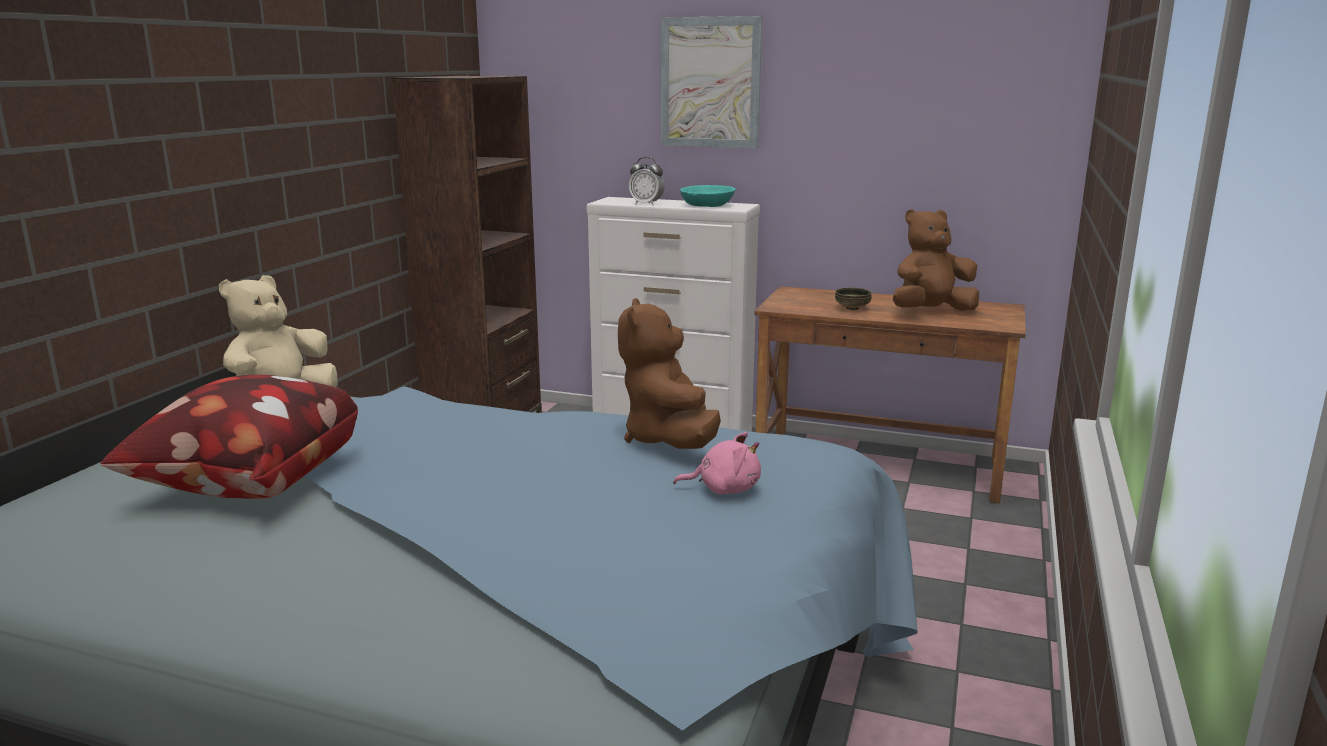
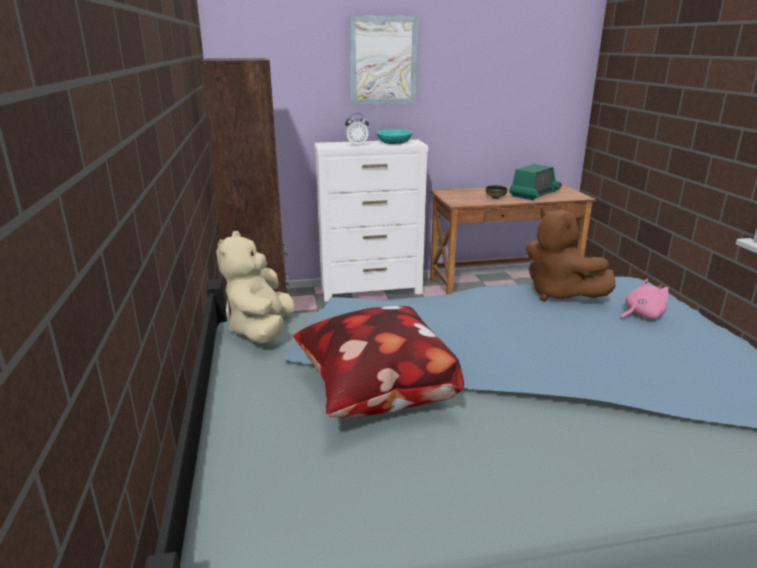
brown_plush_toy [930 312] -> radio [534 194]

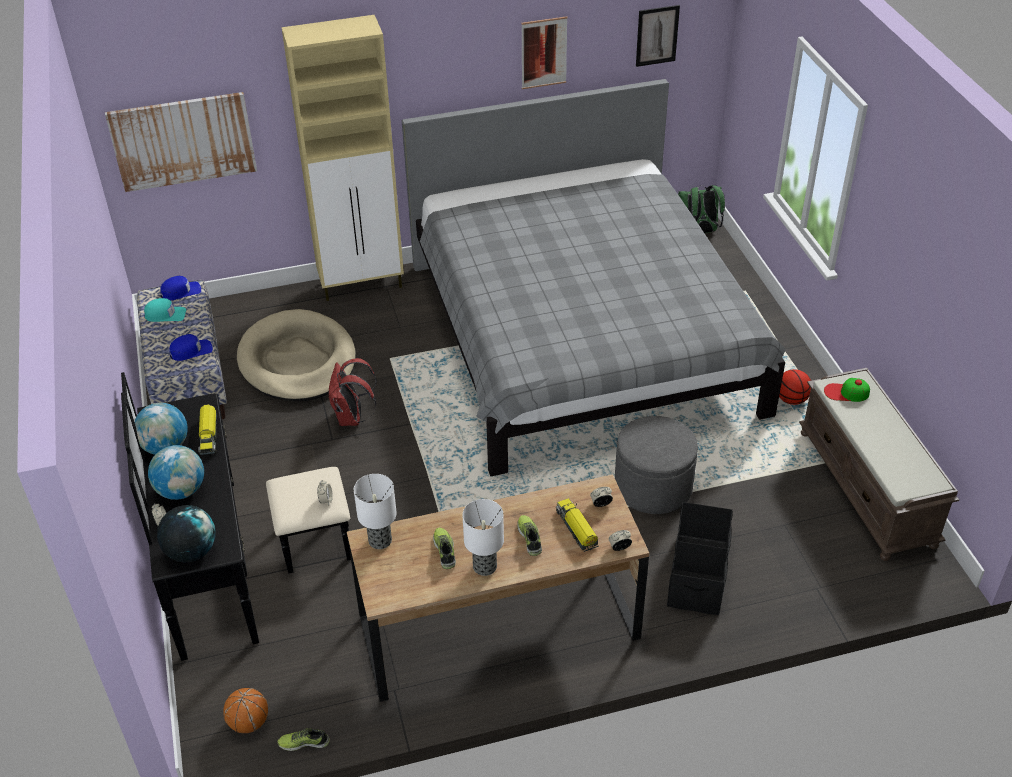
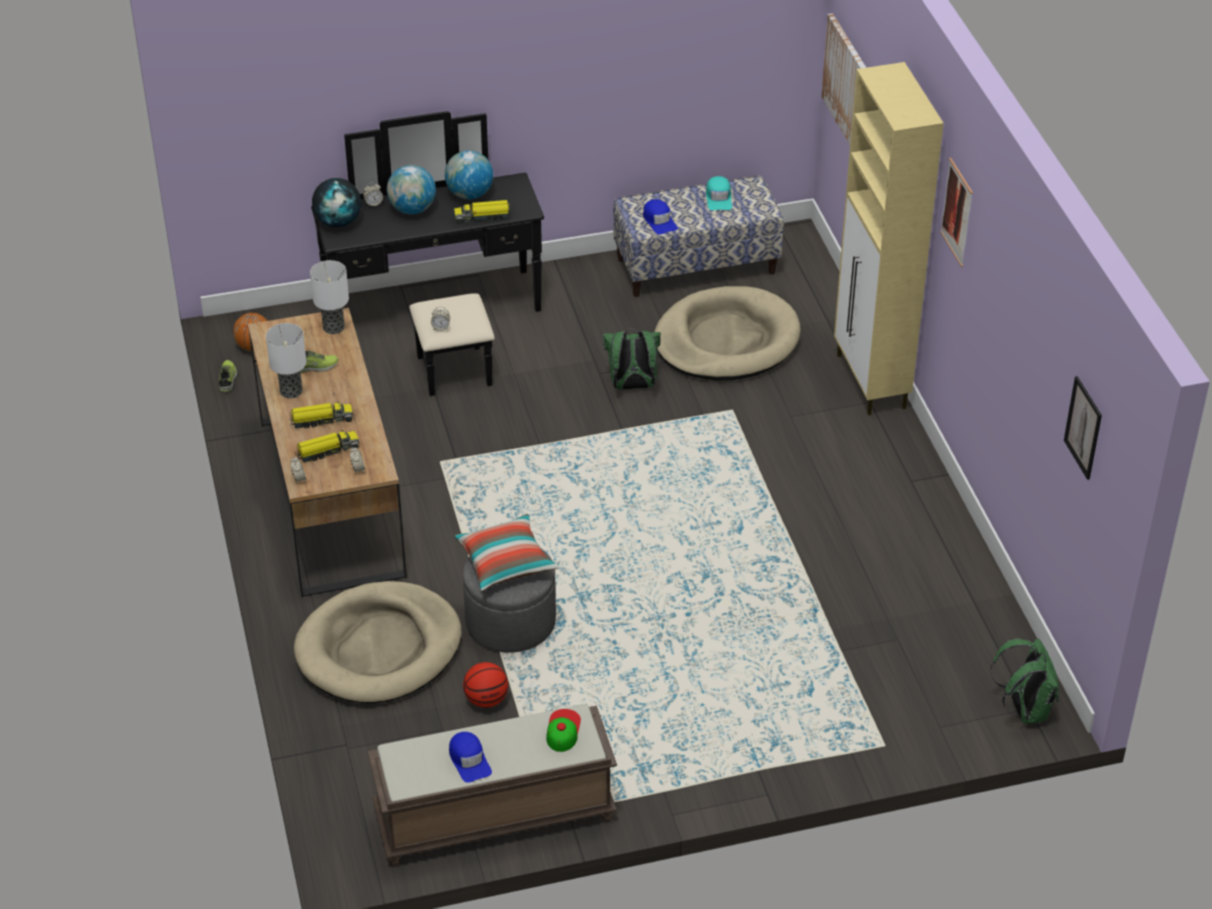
picture [544 53] -> picture [957 212], move
grey_bed [581 338] -> none
blue_cap [181 291] -> blue_cap [469 760], move
red_backpack [352 418] -> green_backpack [632 386]
basketball [791 399] -> basketball [486 699], move
black_storage_box [698 574] -> beige_dog_bed [379 648]
shoe [530 538] -> toy_truck [321 420]
none -> pillow [505 563]

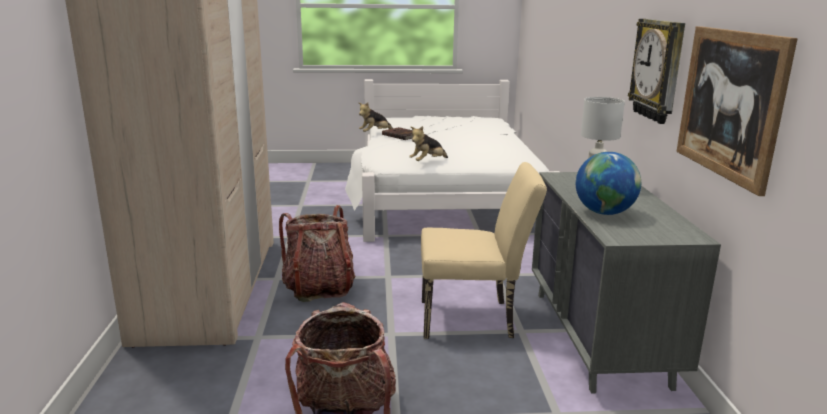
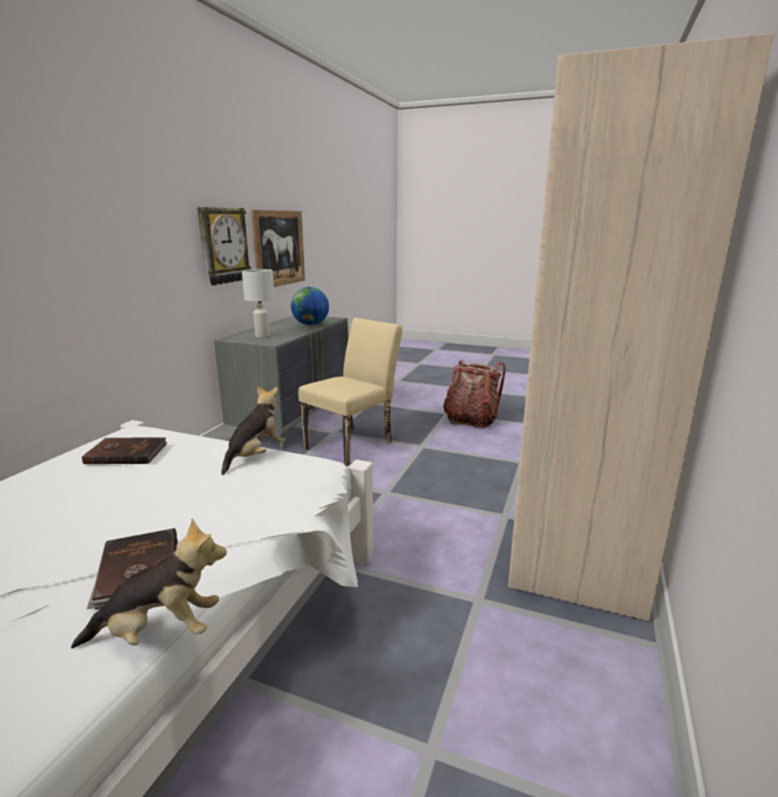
plush_toy [428 162] -> plush_toy [255 456], 45 degrees counterclockwise
beige_chair [474 319] -> beige_chair [354 443], 105 degrees clockwise
backpack [319 288] -> none
none -> brown_book [126 453]

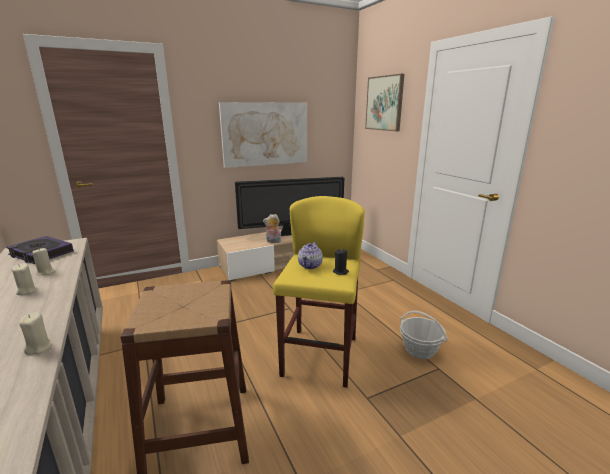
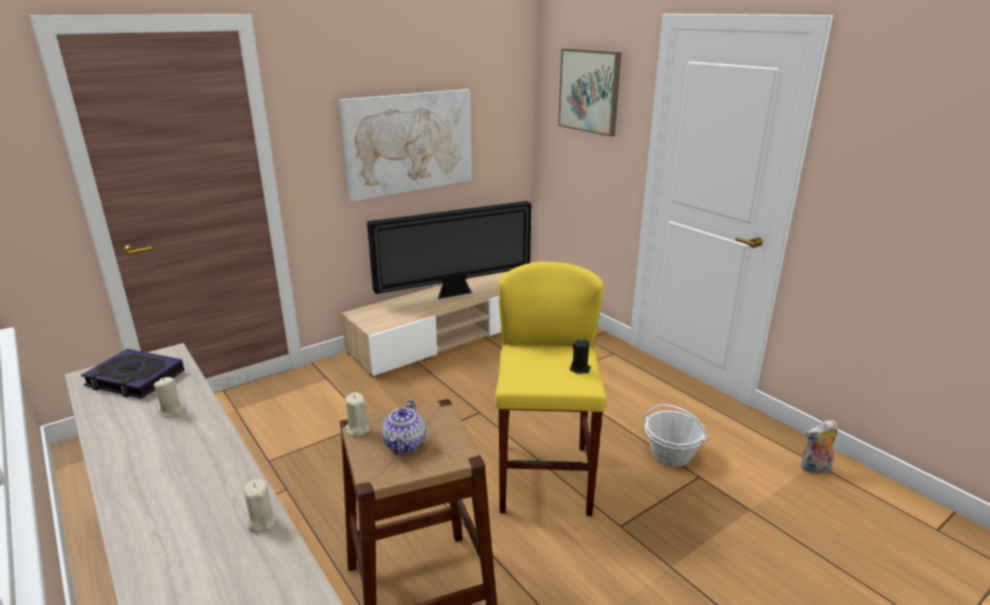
plush_toy [273 242] -> plush_toy [815 469], move
teapot [310 266] -> teapot [405 444], move
beige_candle [26 291] -> beige_candle [357 429], move

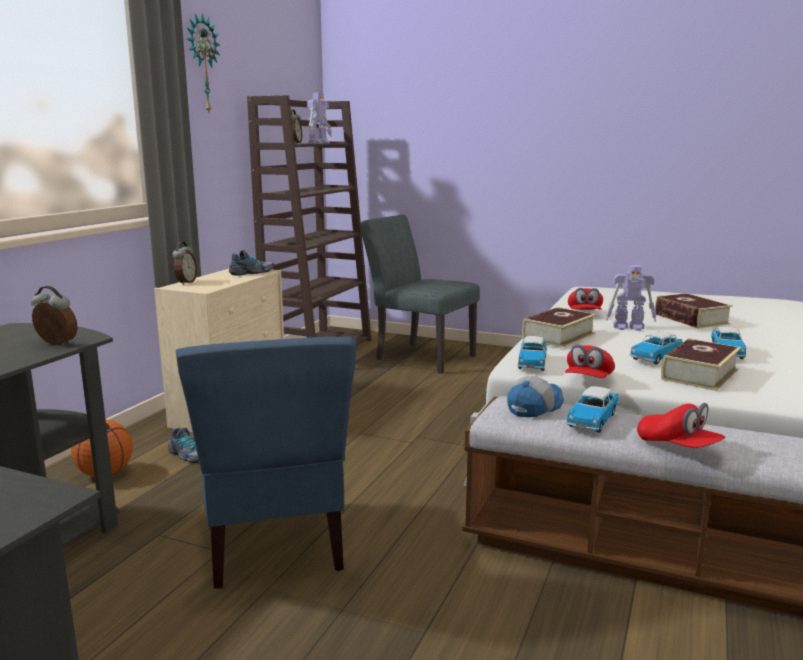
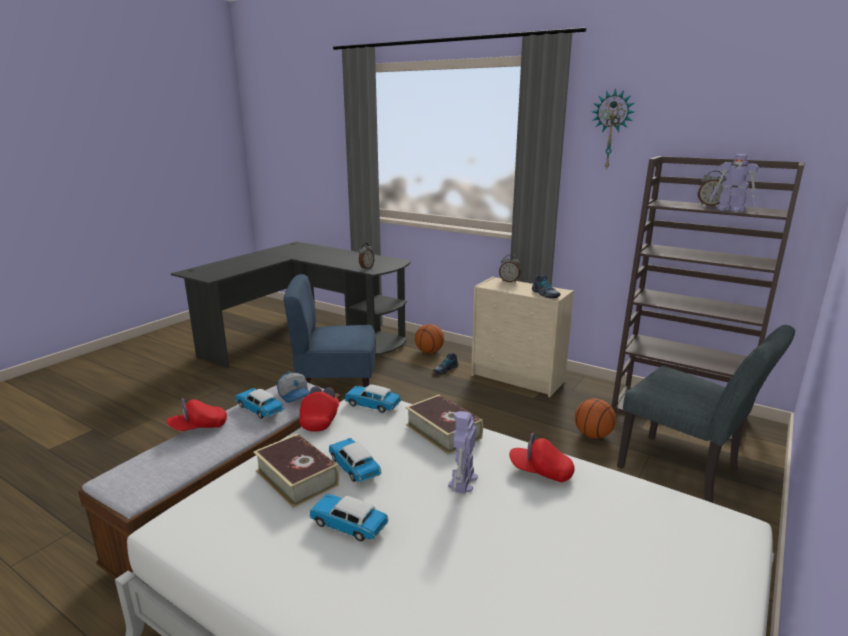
grey_chair [419 356] -> grey_chair [686 472], 90 degrees clockwise
book [691 319] -> none
red_cap [588 380] -> red_cap [320 419], 60 degrees clockwise
none -> basketball [592 435]

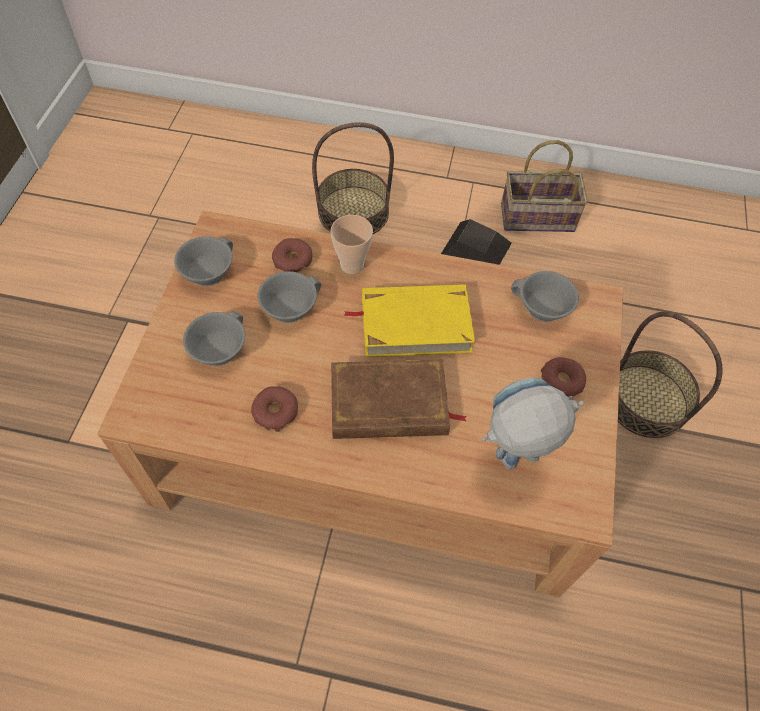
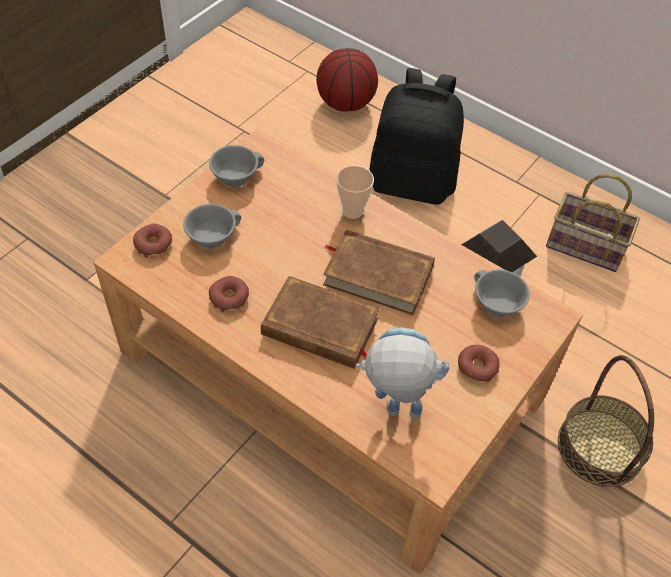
basket [353 211] -> black_backpack [412 182]
donut [293 260] -> donut [153 244], move
grey_cup [289 306] -> none
yellow_book [415 324] -> brown_book [378 275]
none -> basketball [346 103]

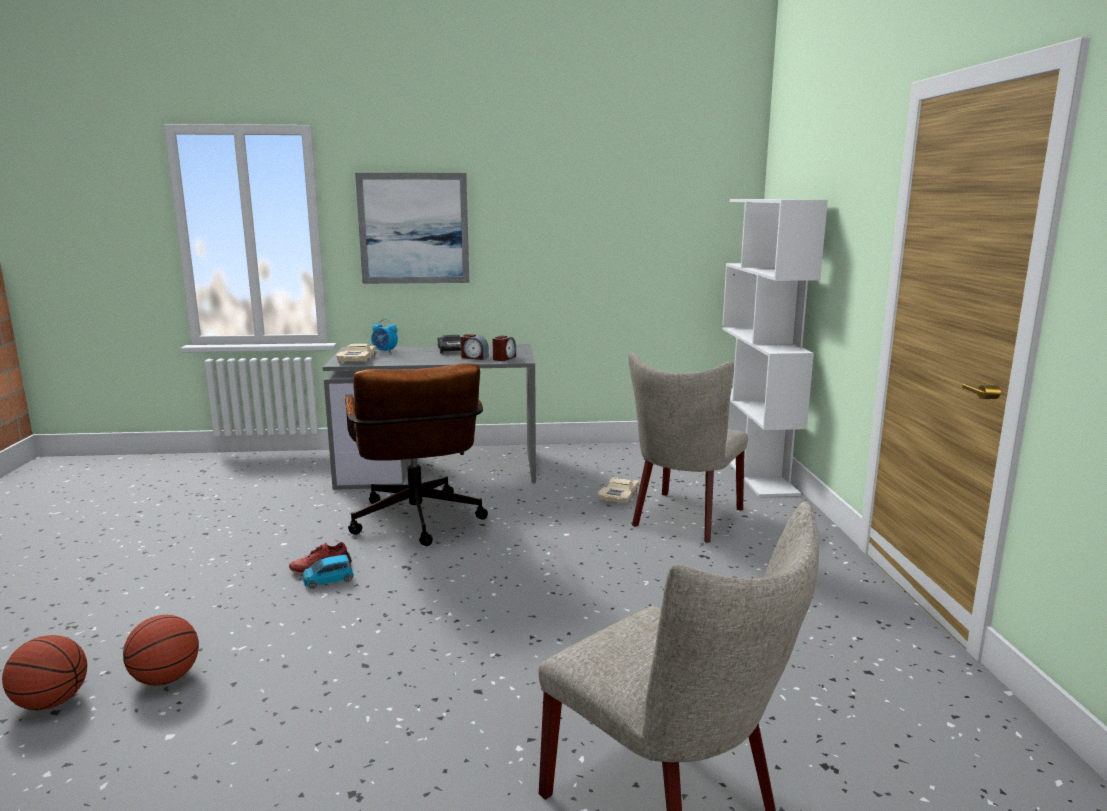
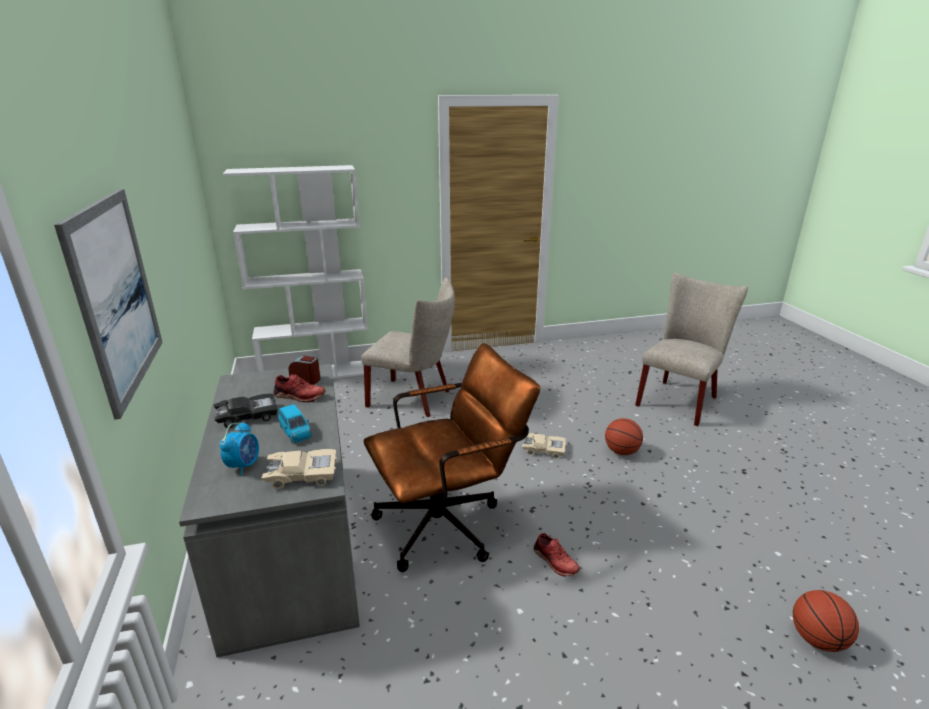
alarm_clock [474 357] -> red_shoe [299 396]
beige_toy_car [619 496] -> beige_toy_car [543 449], move
blue_toy_car [328 580] -> blue_toy_car [295 432], move
basketball [166 679] -> basketball [621 452], move

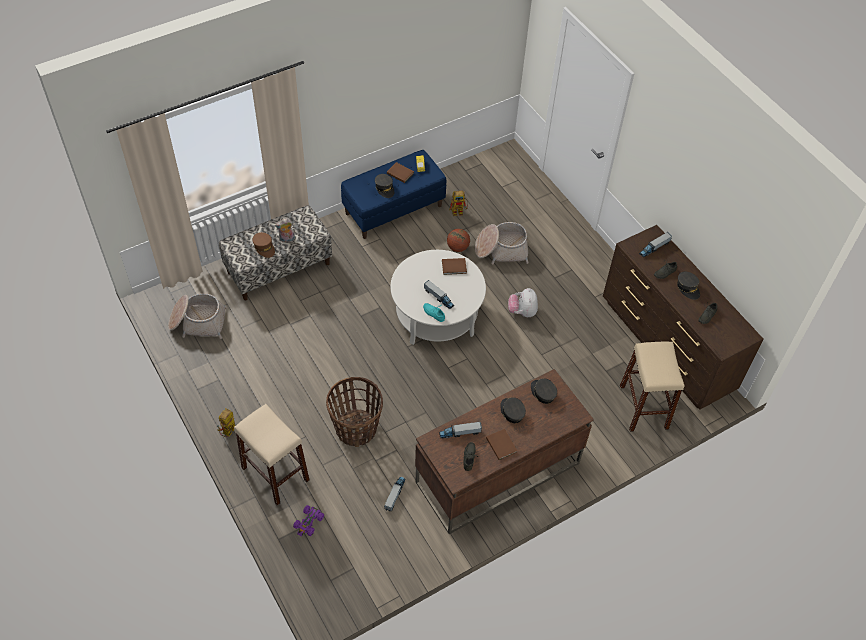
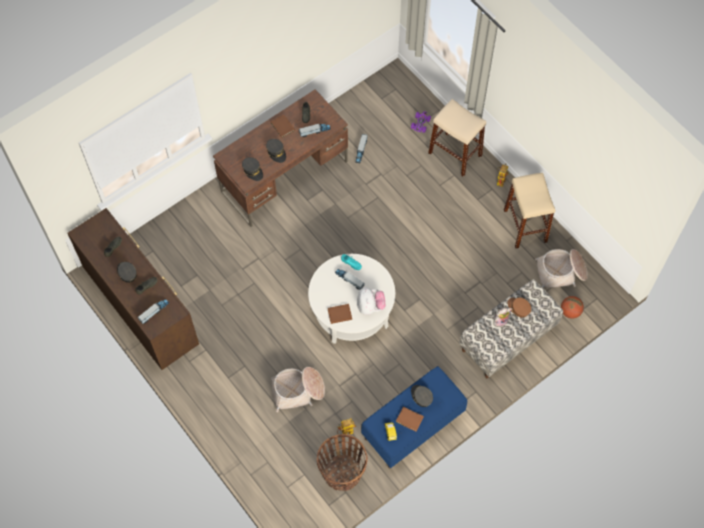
basketball [458 247] -> basketball [570 311], move
plush_toy [522 312] -> plush_toy [370 306], move
beige_stool [643 407] -> beige_stool [525 226], move
basket [356 429] -> basket [342 473], move

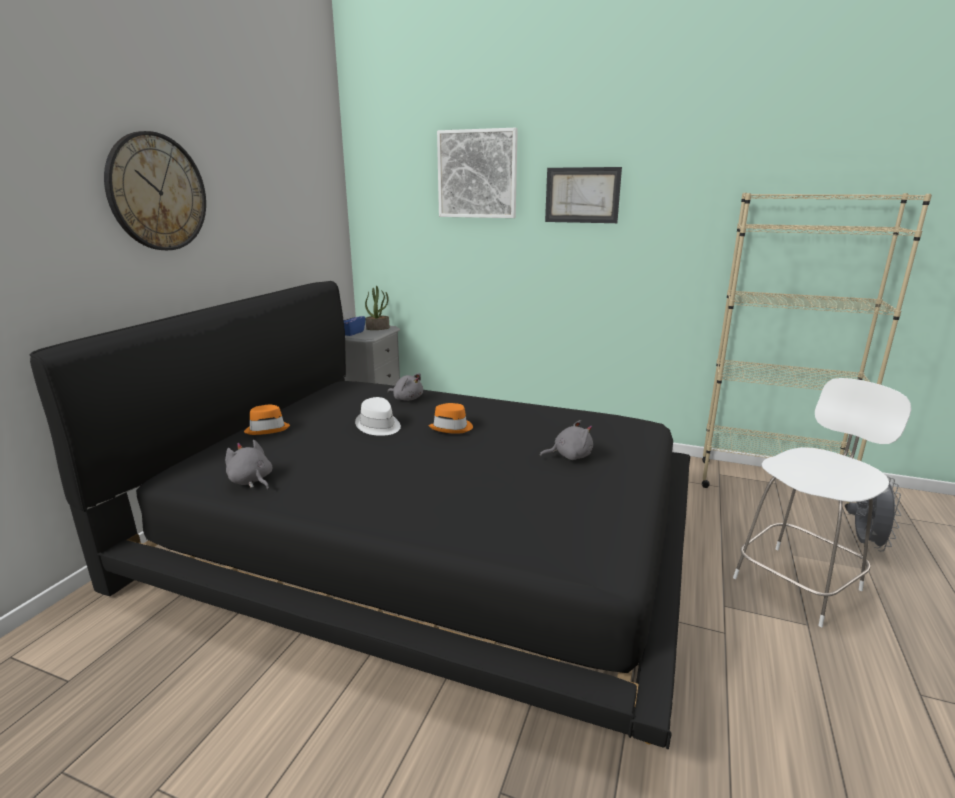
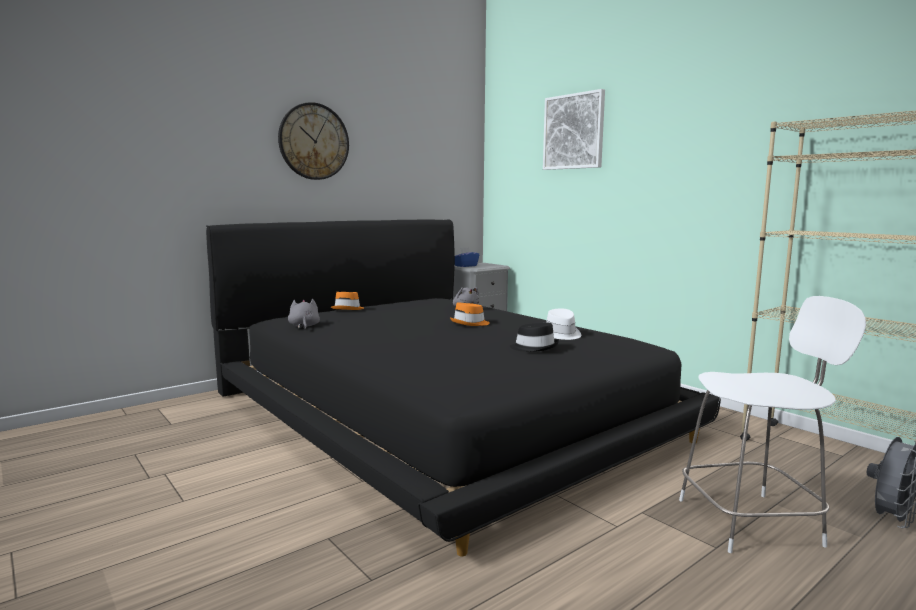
picture [582 195] -> none
potted_plant [378 328] -> none
white_hat [378 426] -> white_hat [561 334], move
grey_plush_toy [569 456] -> black_hat [534 347]

